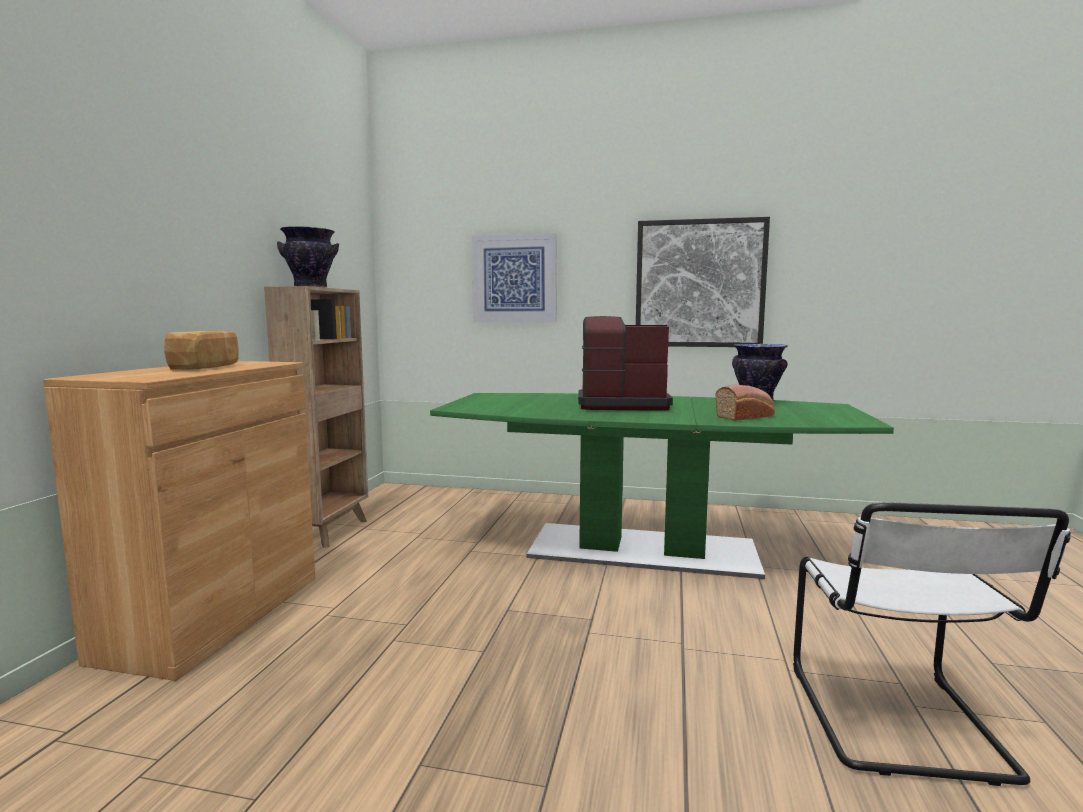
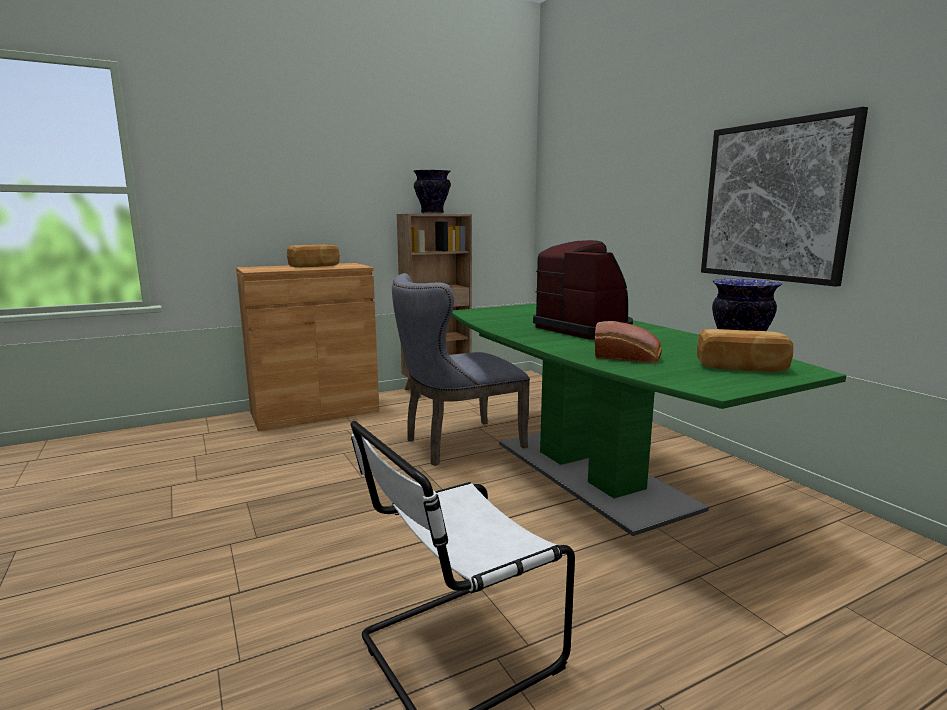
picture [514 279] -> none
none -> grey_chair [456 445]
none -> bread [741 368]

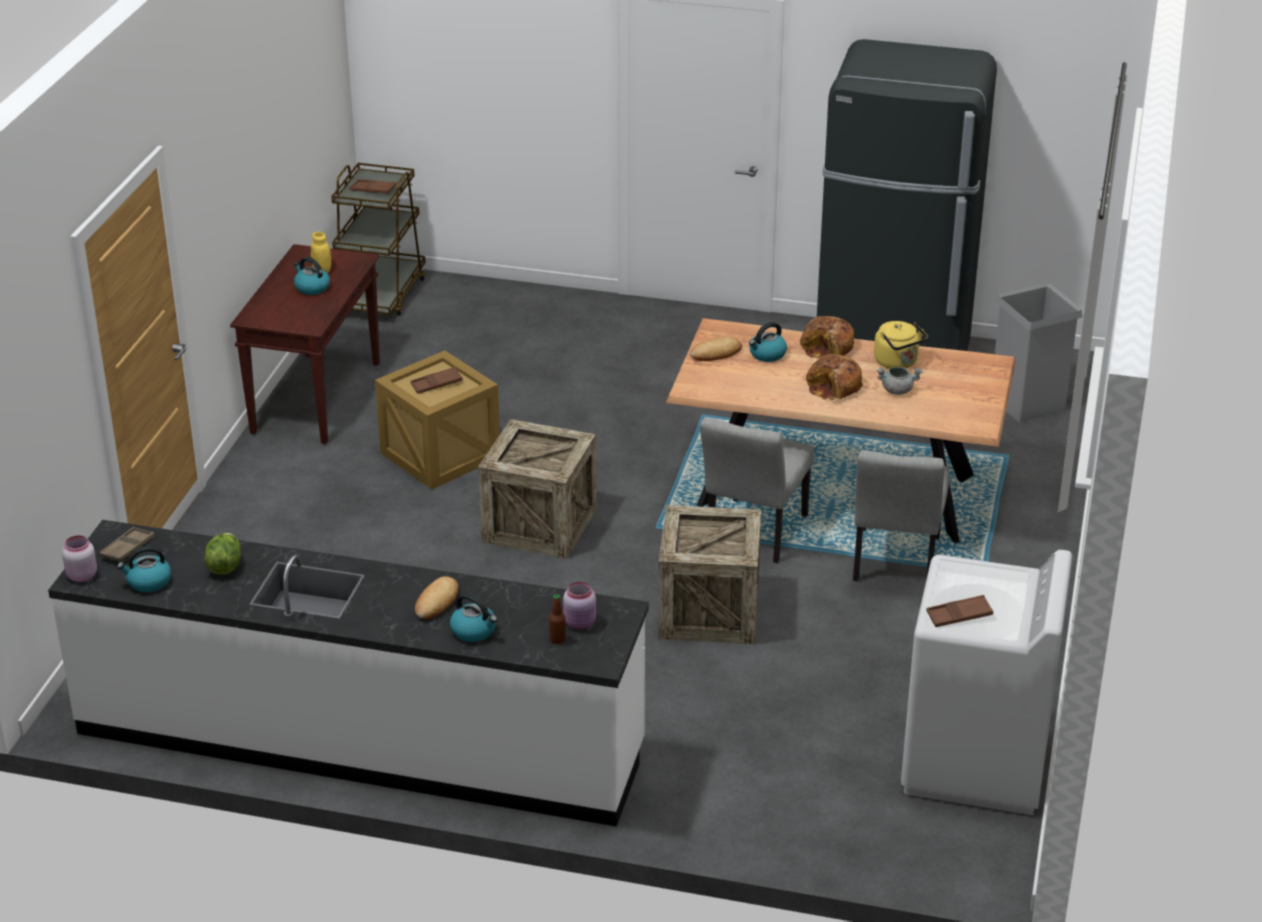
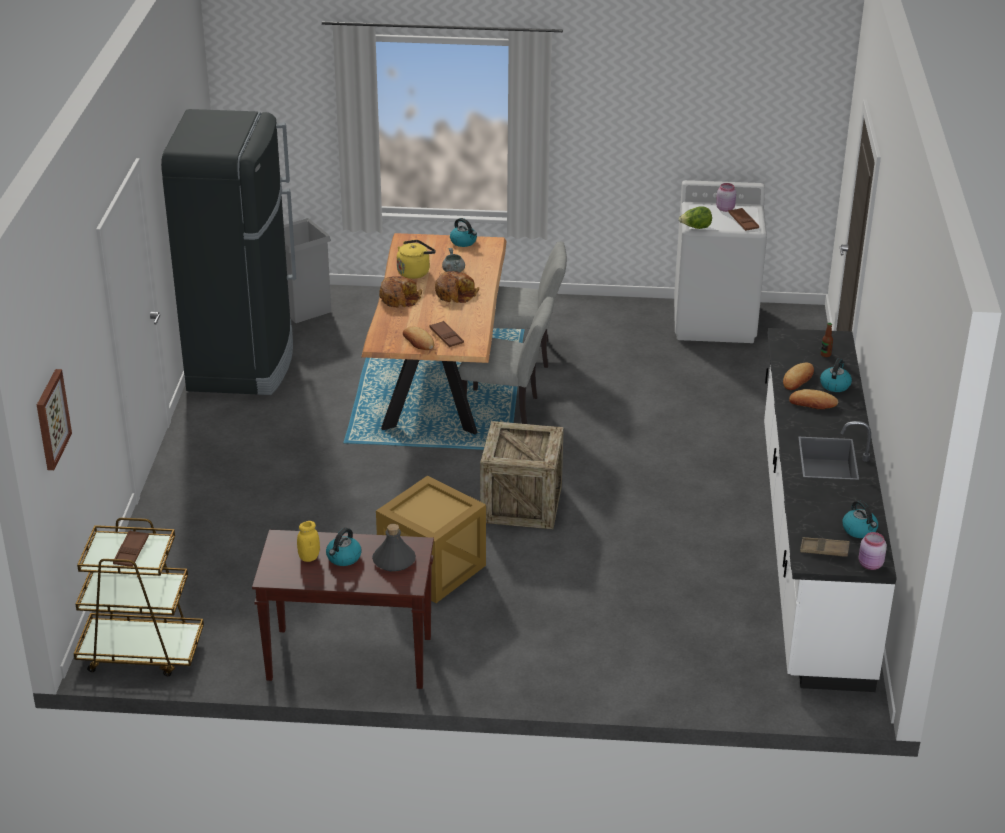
kettle [767 355] -> kettle [464 242], move
brown_tray [436 384] -> brown_tray [446 337], move
crate [709 612] -> none
lettuce [225 566] -> lettuce [695 228], move
pink_jar [580 623] -> pink_jar [725 208], move
none -> bread [798 379]
none -> picture [51 419]
none -> grey_bottle [394 560]

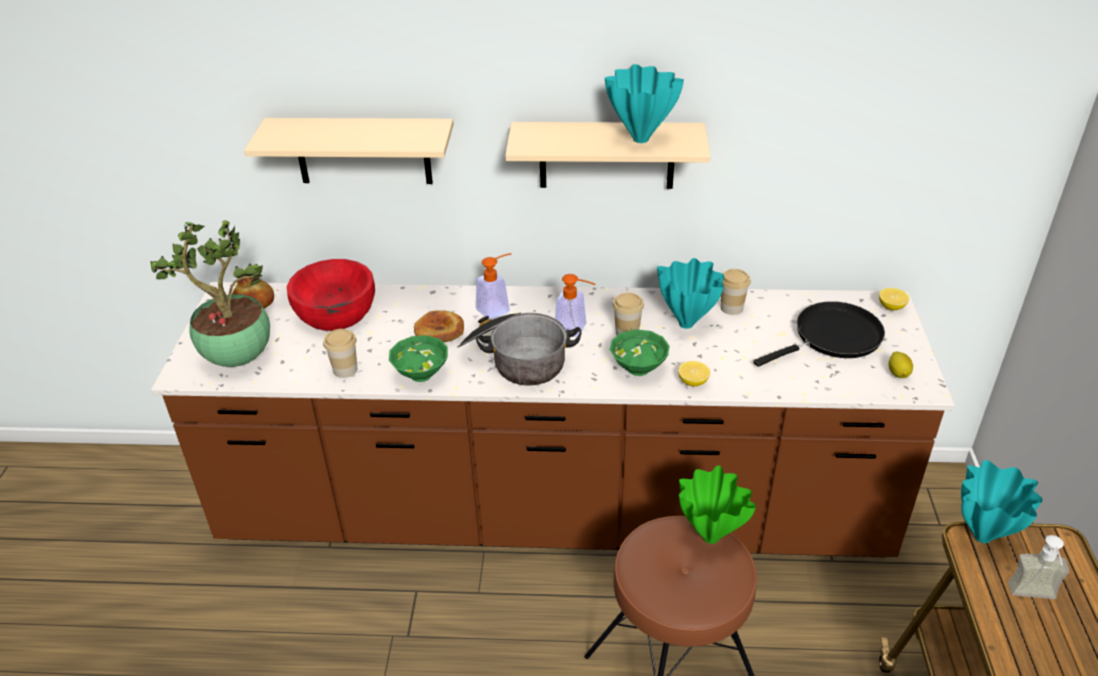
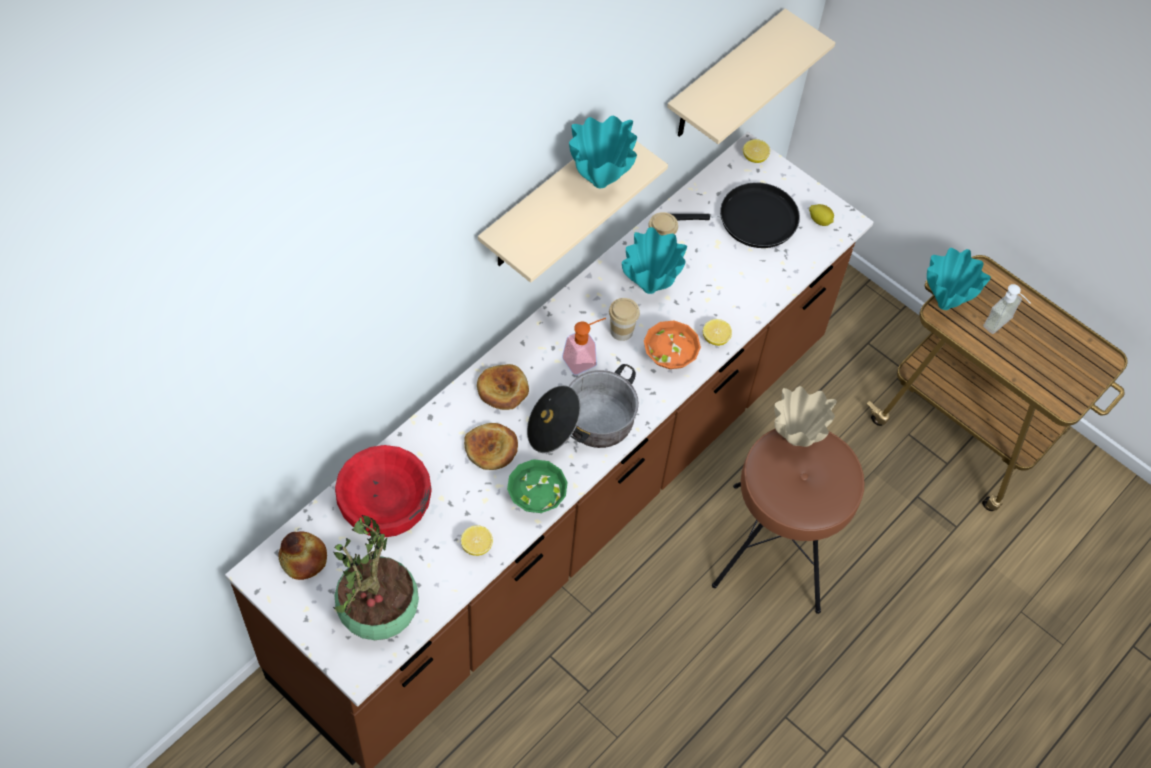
beige_shelf [363 150] -> beige_shelf [723 78], move
soap_dispenser [497 308] -> bread [503 389]
black_frying_pan [832 337] -> black_frying_pan [751 220], 75 degrees clockwise
cup [345 370] -> lemon [477 546]
green_bowl [640 369] -> orange_bowl [670 357]
green_vase [709 537] -> beige_vase [794 440]

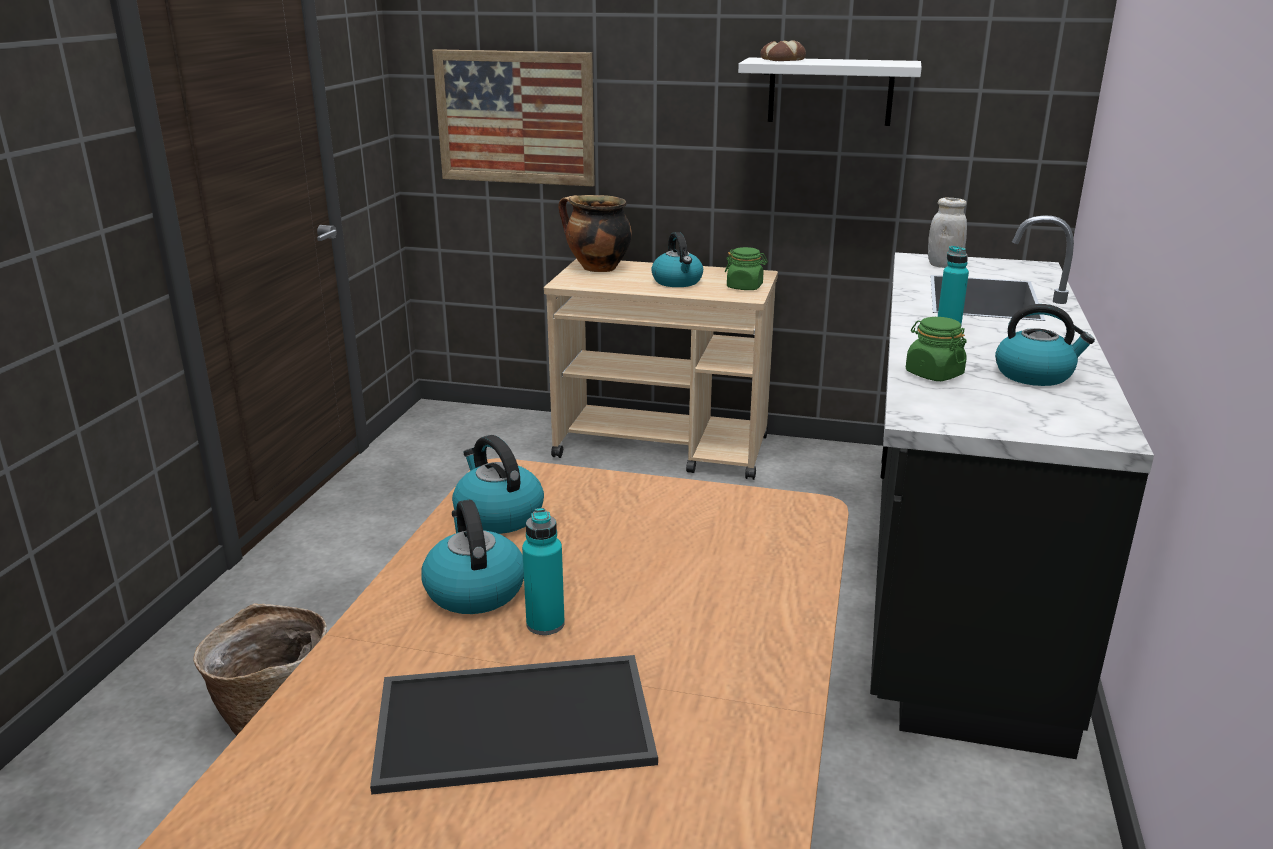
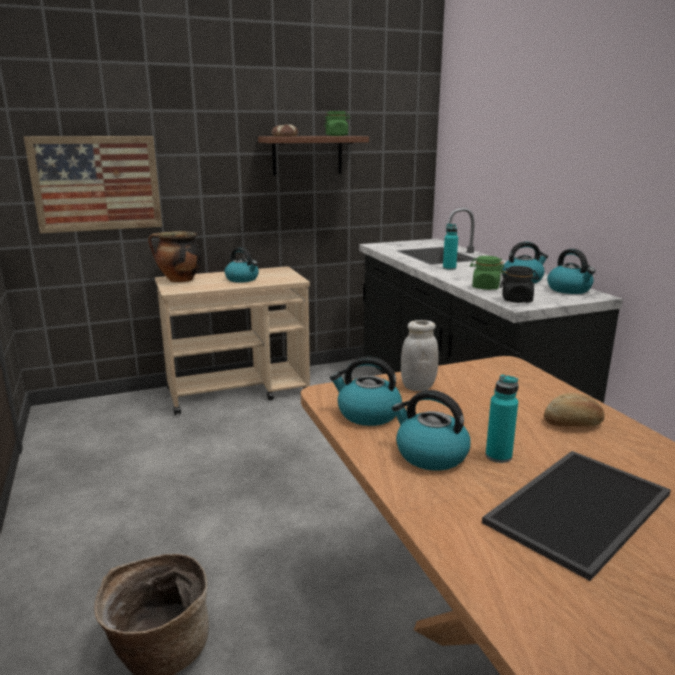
white_shelf [830 91] -> brown_shelf [307 155]
white_jar [943 265] -> white_jar [418 387], move
green_jar [745 287] -> green_jar [337 136], move
none -> kettle [569 290]
none -> black_jar [517 300]
none -> bread [573 424]

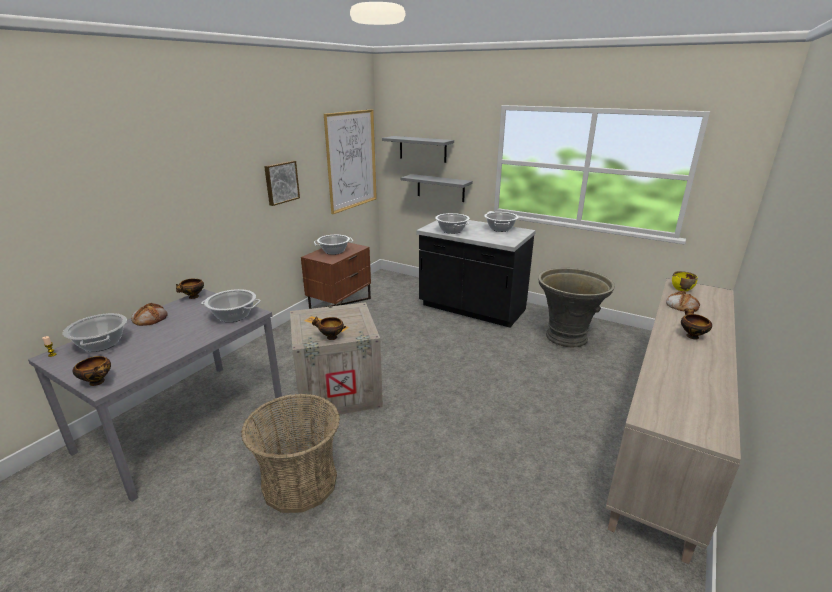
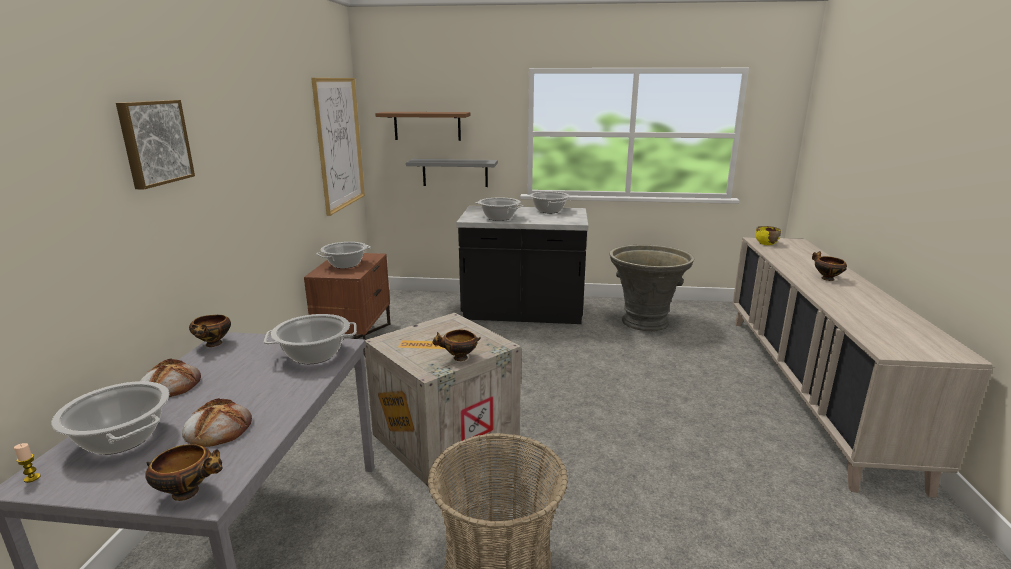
grey_shelf [422 149] -> brown_shelf [427 126]
picture [281 182] -> picture [154 142], move
bread [681 305] -> bread [218 428], move

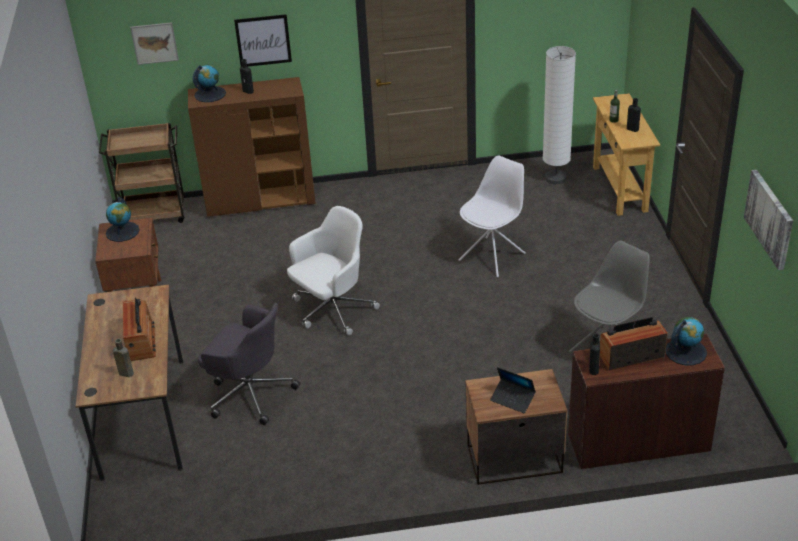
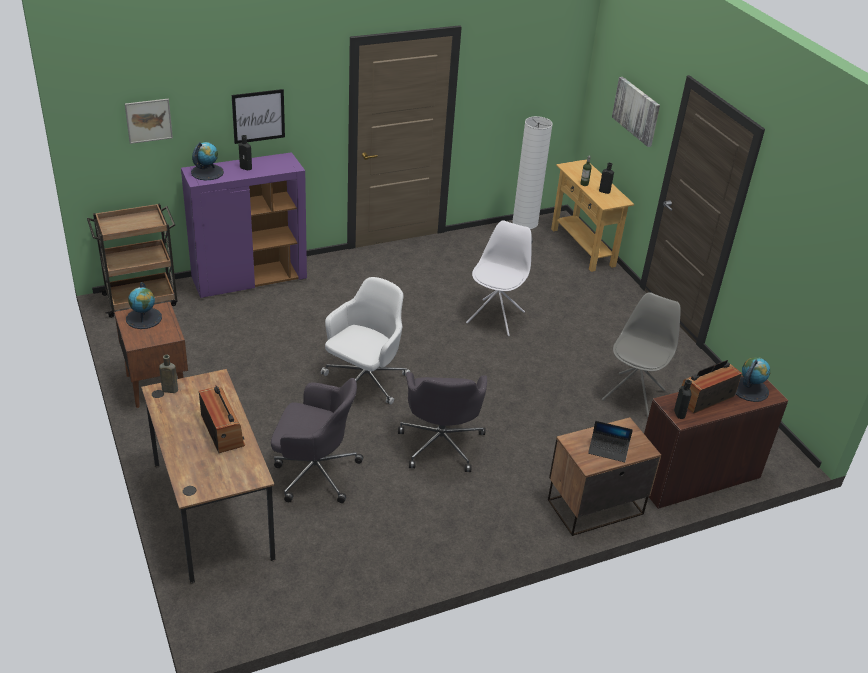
brown_cabinet [261 201] -> purple_cabinet [250 279]
picture [770 218] -> picture [636 111], move
brown_bottle [125 373] -> brown_bottle [169 390], move
none -> grey_office_chair [441 443]

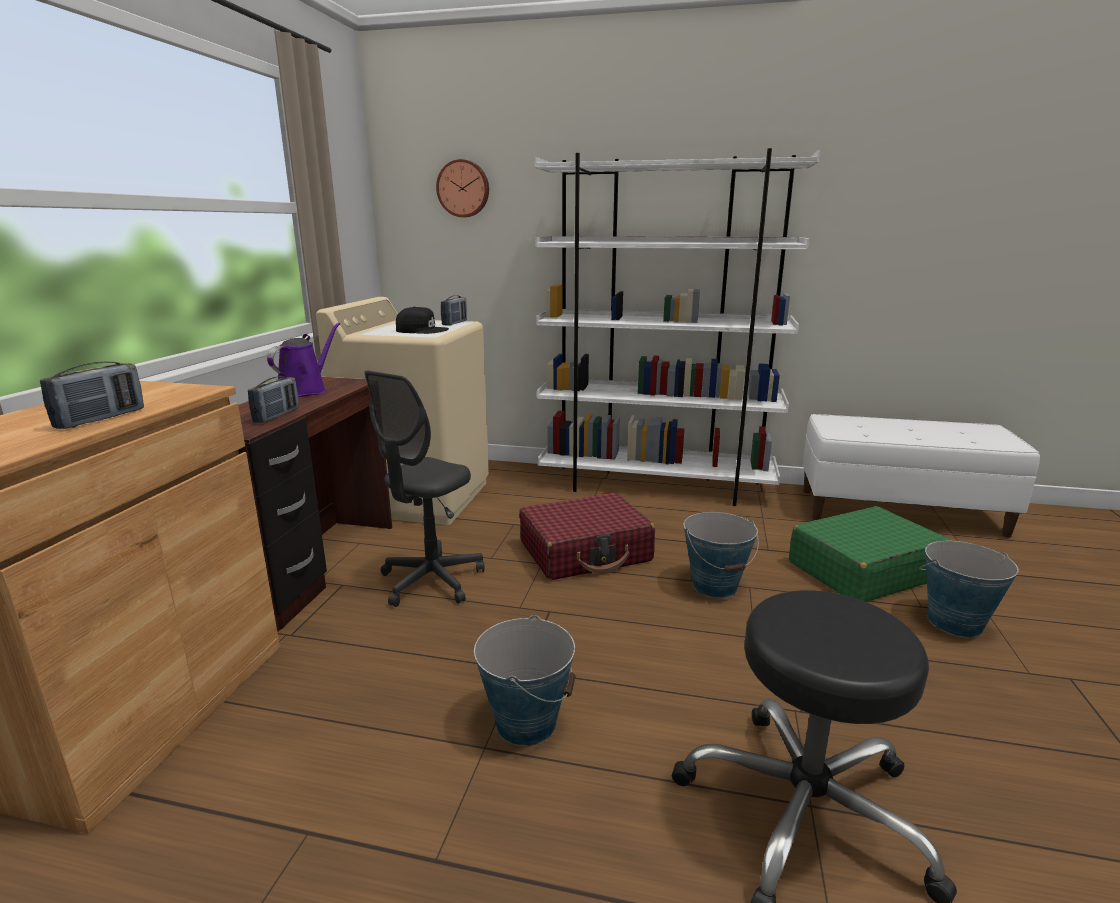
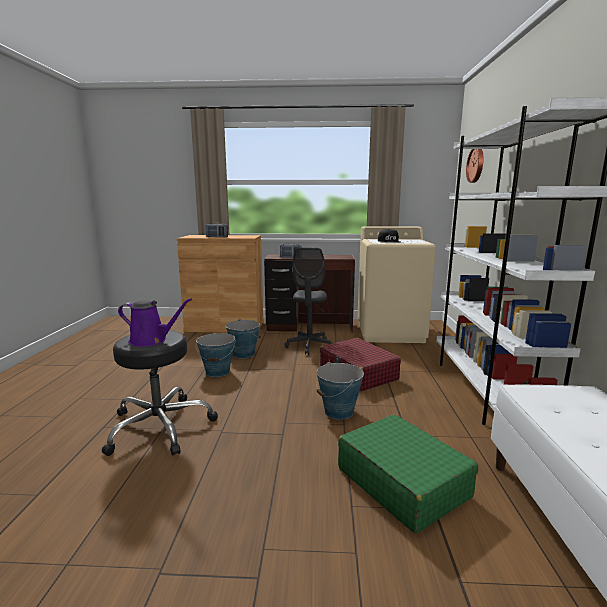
radio [454 323] -> none
purple_watering_can [305 390] -> purple_watering_can [151 340], move
grey_office_chair [431 581] -> grey_office_chair [309 346], 105 degrees counterclockwise
bucket [954 623] -> bucket [244 354], move

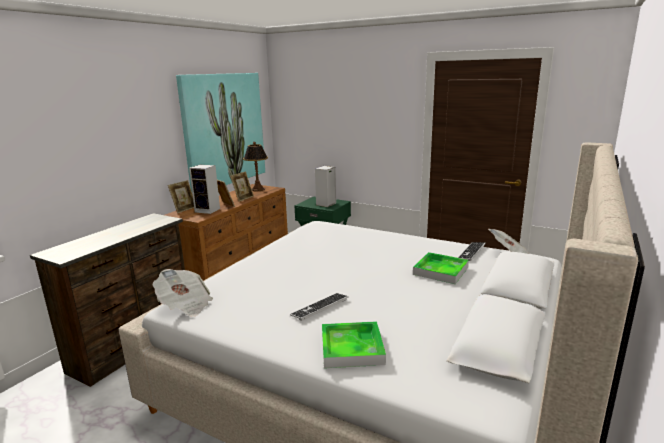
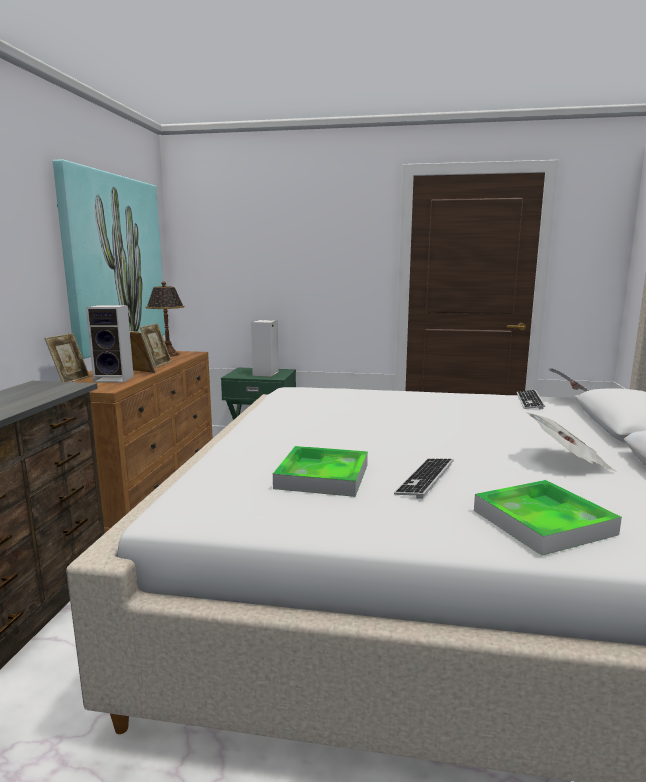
tray [440 271] -> tray [322 476], move
newspaper [185 305] -> newspaper [568 462], move

